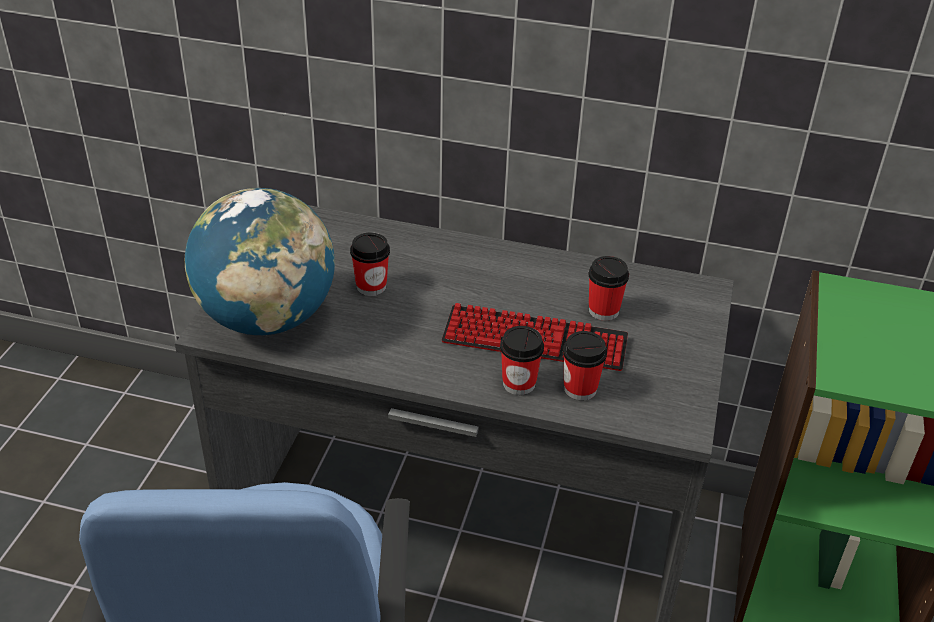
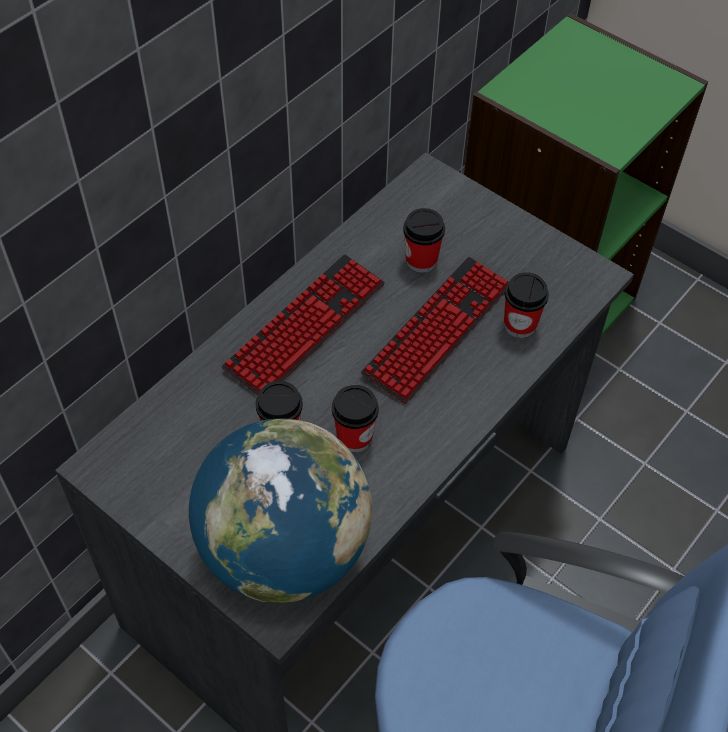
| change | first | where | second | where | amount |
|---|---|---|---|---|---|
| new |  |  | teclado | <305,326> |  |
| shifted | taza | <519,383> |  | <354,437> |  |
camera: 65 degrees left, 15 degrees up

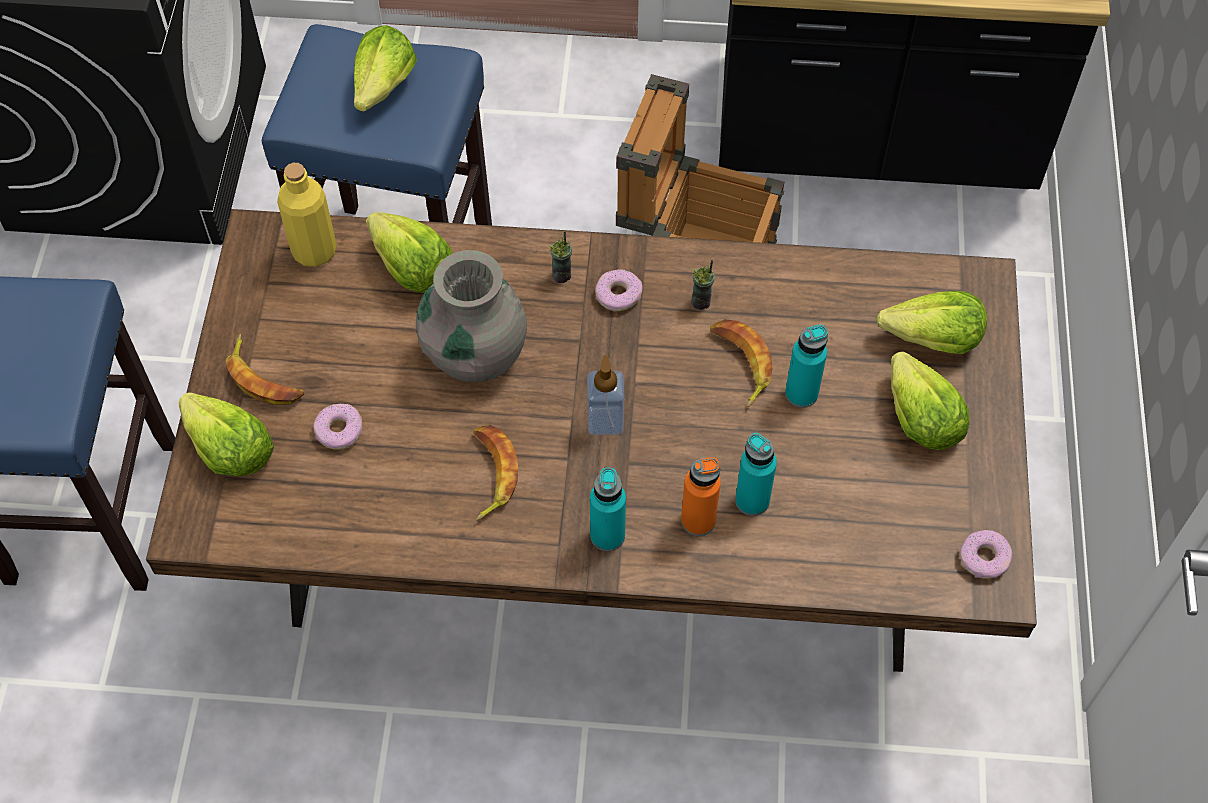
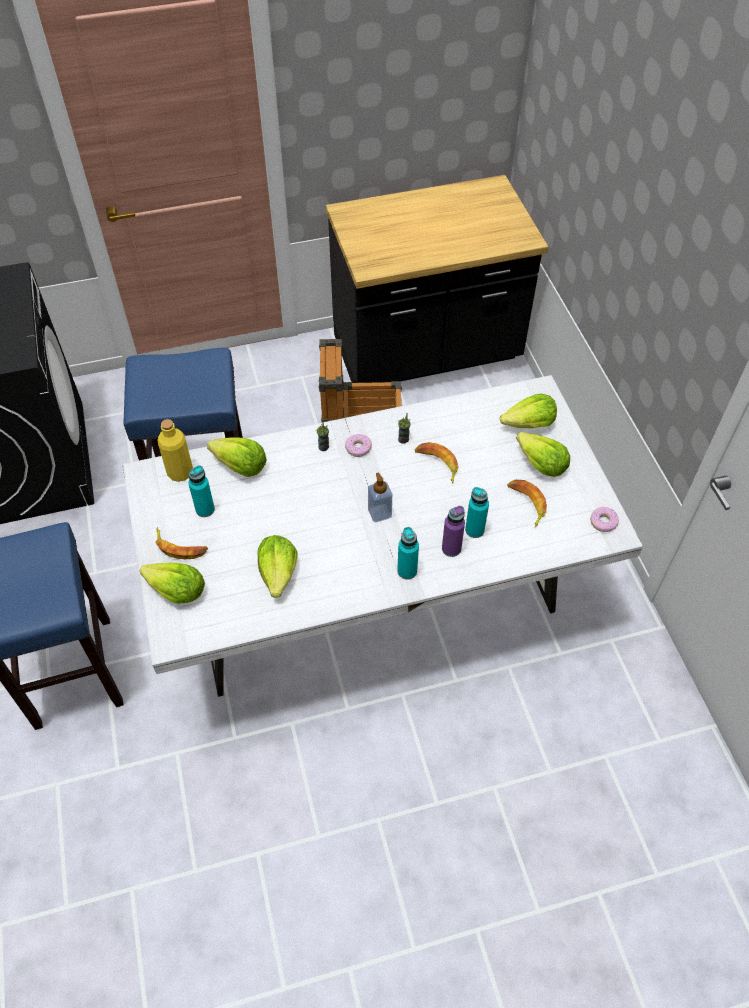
| change | first | where | second | where | amount |
|---|---|---|---|---|---|
| gone | rosquilla | <339,431> |  |  |  |
| gone | florero (gris) | <476,353> |  |  |  |
| shifted | lechuga | <384,86> |  | <278,573> |  |
| shifted | plátano | <490,474> |  | <526,504> |  |
| shifted | botella (turquesa) | <801,393> |  | <205,509> |  |
| repainted | mesa de comedor (marrón) | <601,551> | mesa de comedor (blanco) | <373,601> |  |
| repainted | botella (naranja) | <698,521> | botella (morado) | <451,548> |  |
camera: 20 degrees left, 5 degrees down

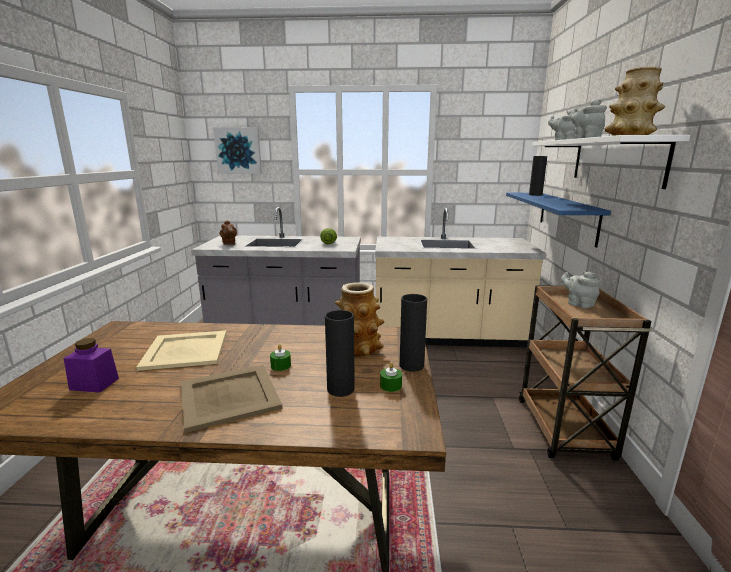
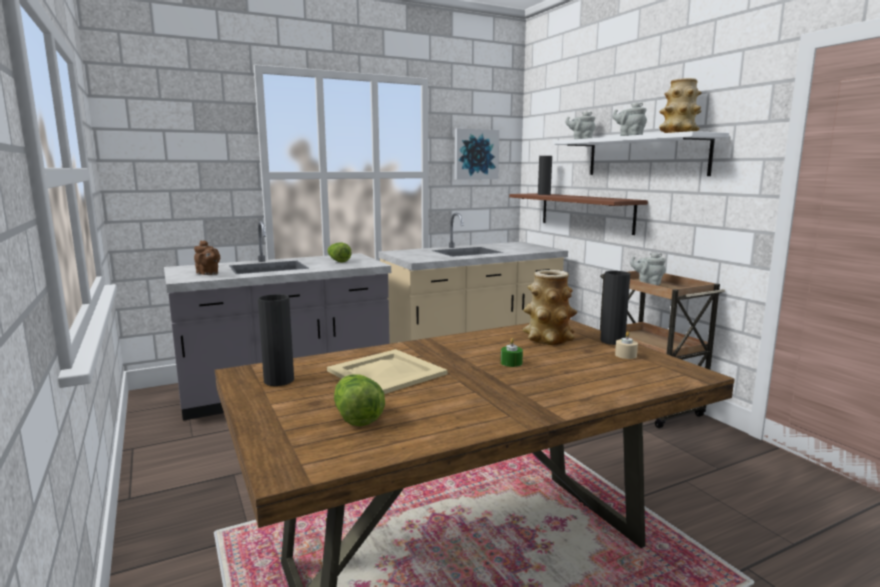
| change | first | where | second | where | amount |
|---|---|---|---|---|---|
| gone | bandeja (beis) | <230,396> |  |  |  |
| shifted | cuadro | <238,150> |  | <475,154> |  |
| shifted | florero (negro) | <340,389> |  | <279,380> |  |
| swapped | tarro (morado) | <94,384> | lechuga | <356,416> |  |
| repainted | vela (verde) | <390,386> | vela (beis) | <625,355> |  |
| repainted | estante (azul) | <567,216> | estante (marrón) | <585,212> |  |
camera: 30 degrees left, 5 degrees down

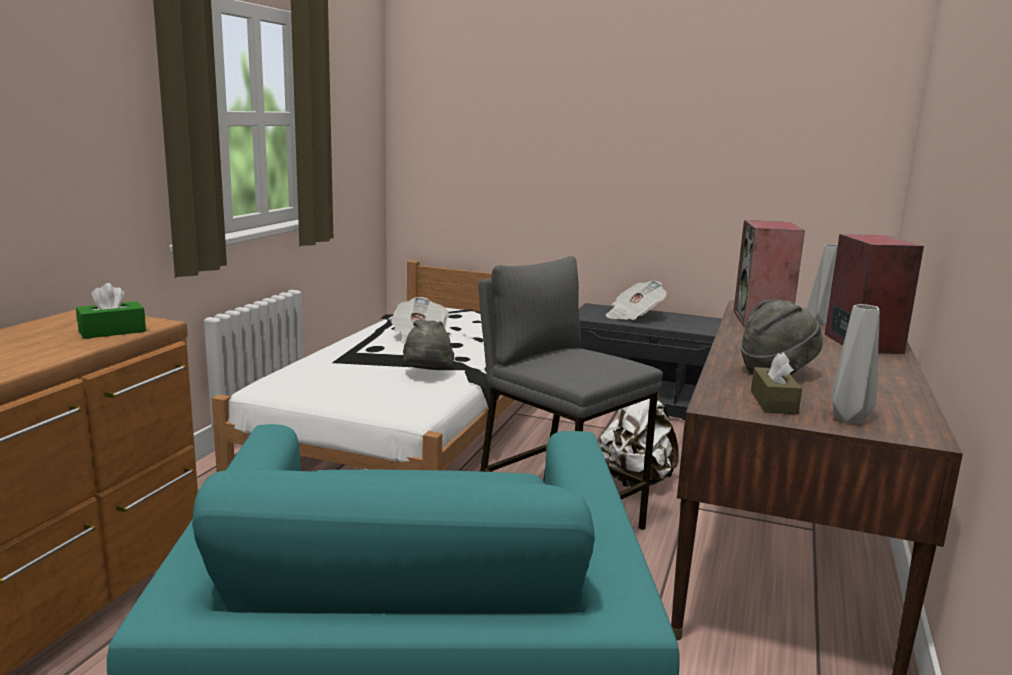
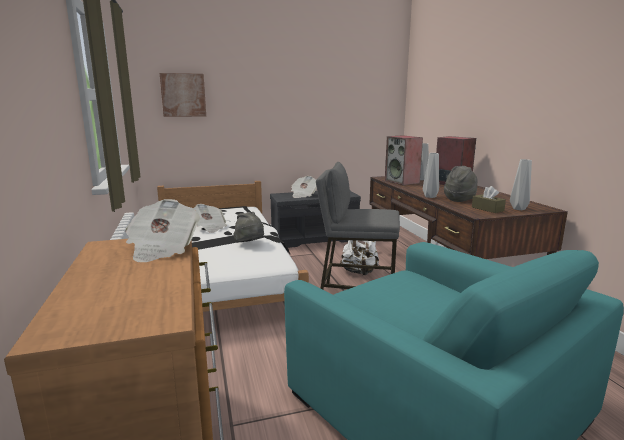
| change | first | where | second | where | amount |
|---|---|---|---|---|---|
| new |  |  | cuadro | <183,95> |  |
| new |  |  | florero (gris) | <431,197> |  |
| swapped | caja de pañuelos (verde) | <112,331> | periódico | <162,249> |  |
camera: 35 degrees left, 0 degrees up

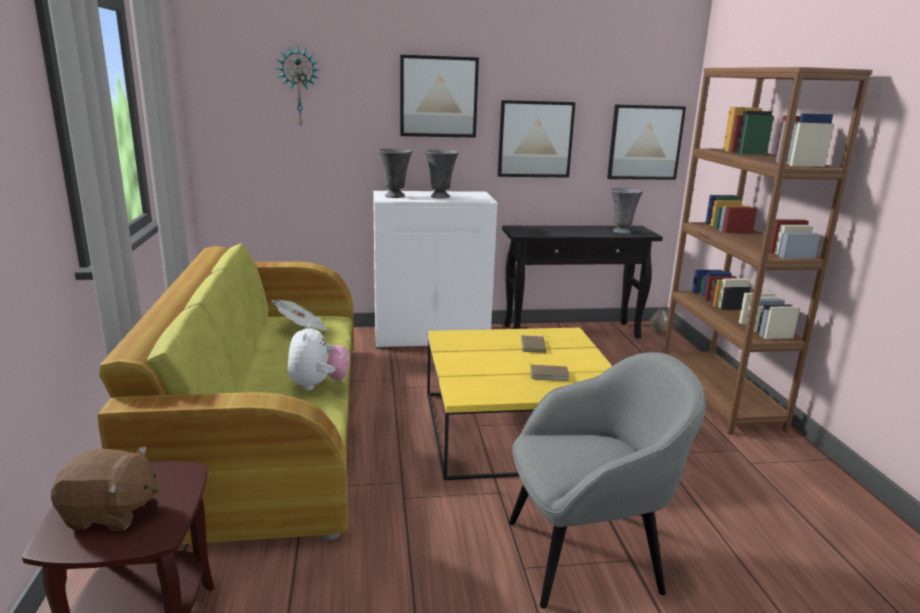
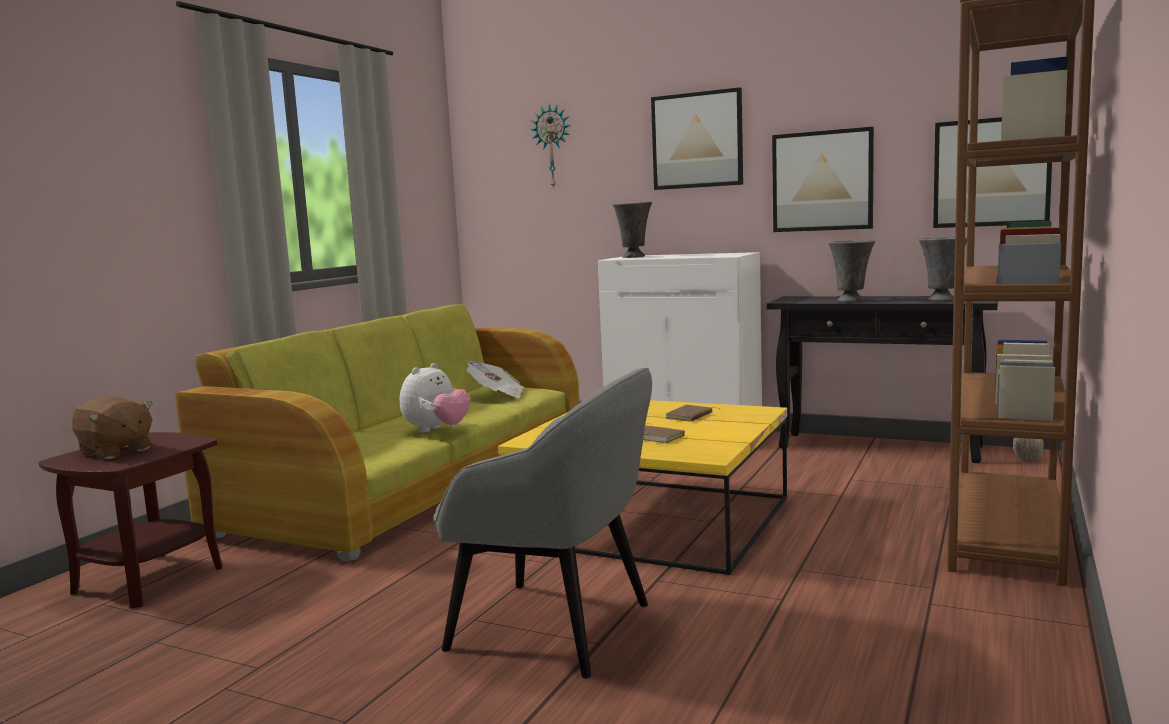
| change | first | where | second | where | amount |
|---|---|---|---|---|---|
| shifted | florero (gris) | <441,197> |  | <851,301> |  |
camera: 35 degrees right, 10 degrees down

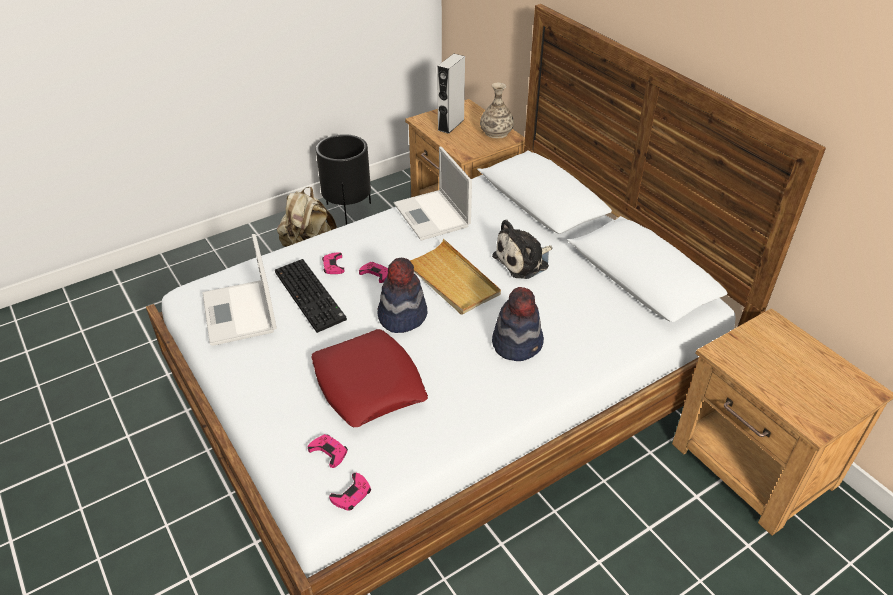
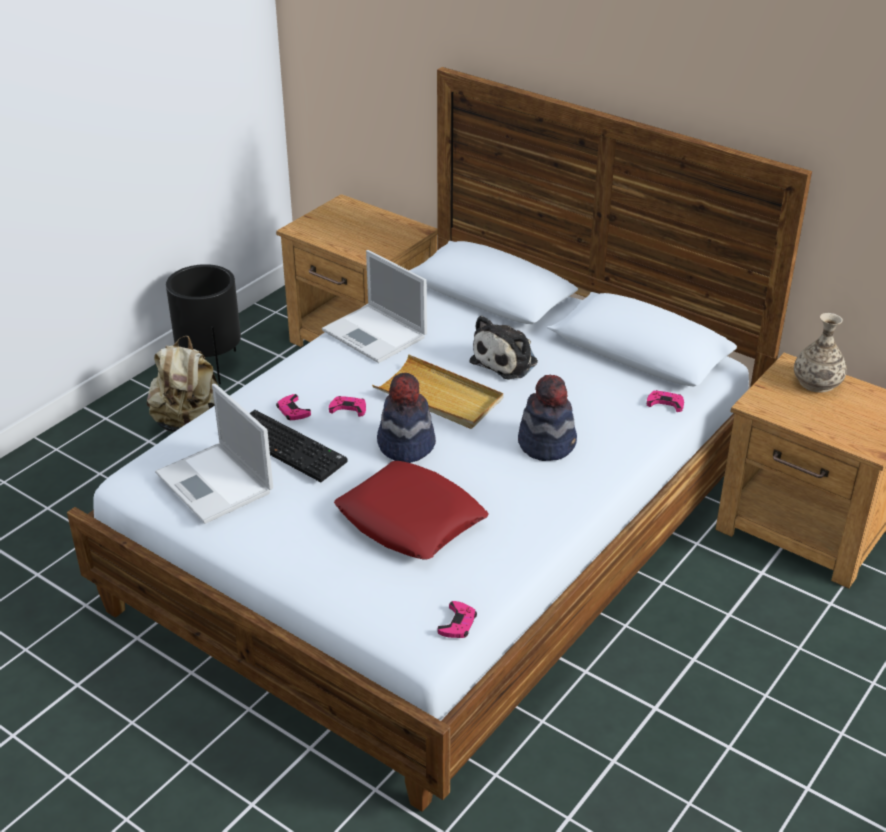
| change | first | where | second | where | amount |
|---|---|---|---|---|---|
| gone | altavoz (gris) | <451,124> |  |  |  |
| shifted | mando de consola (rosa) | <329,452> |  | <665,403> |  |
| shifted | florero | <496,133> |  | <817,383> |  |
camera: 20 degrees left, 5 degrees down

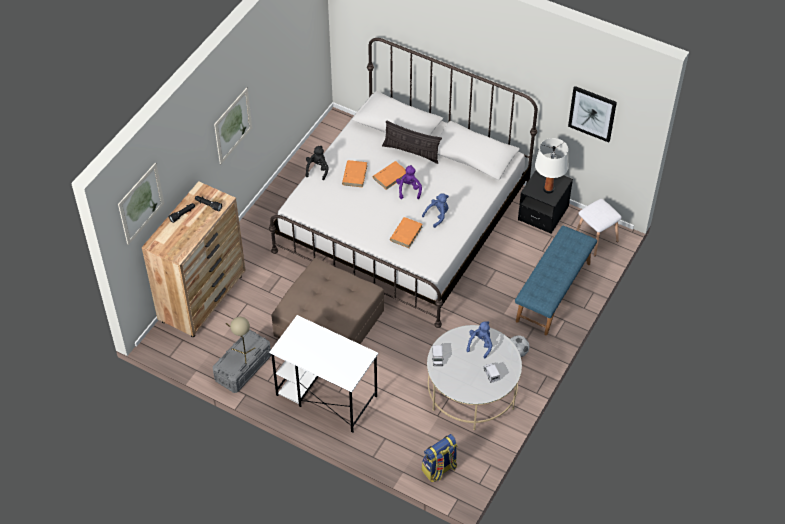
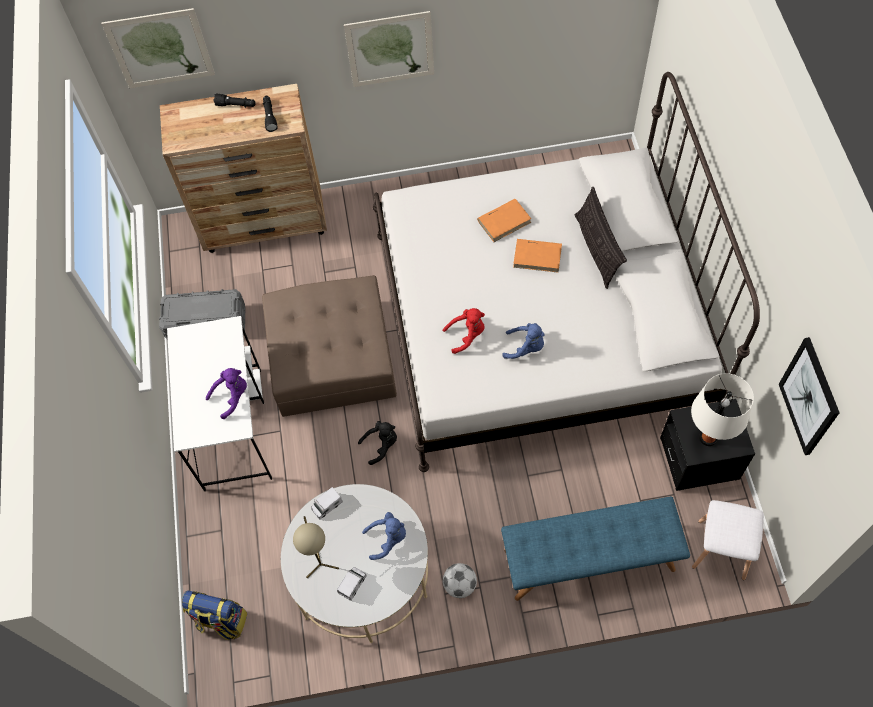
| change | first | where | second | where | amount |
|---|---|---|---|---|---|
| shifted | lámpara de mesa (beis) | <243,353> |  | <319,561> |  |
| shifted | peluche (negro) | <317,169> |  | <381,445> |  |
| shifted | peluche (morado) | <409,189> |  | <232,396> |  |
| swapped | libro (naranja) | <406,233> | peluche (rojo) | <467,335> |  |
camera: 55 degrees right, 10 degrees up

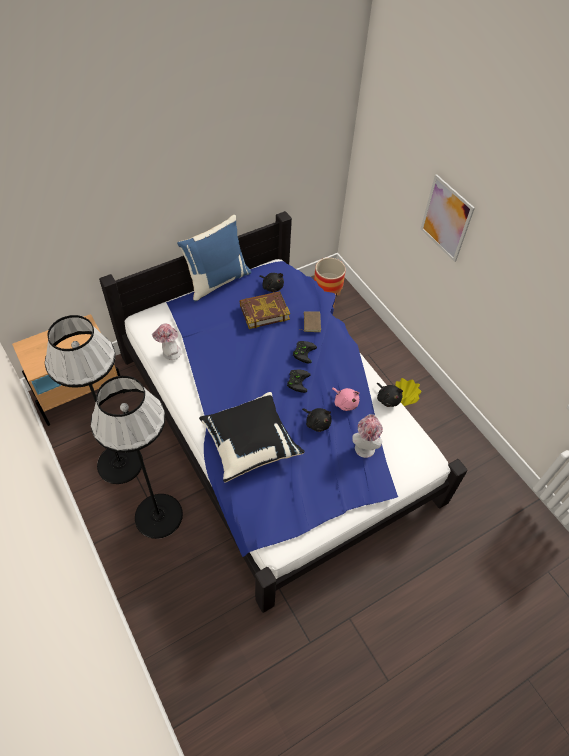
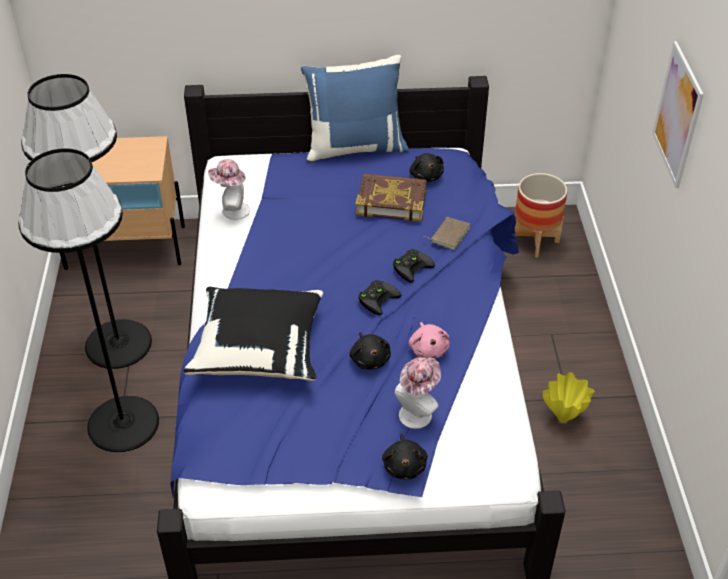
| change | first | where | second | where | amount |
|---|---|---|---|---|---|
| shifted | peluche (negro) | <388,399> |  | <404,465> |  |
camera: 30 degrees right, 10 degrees down

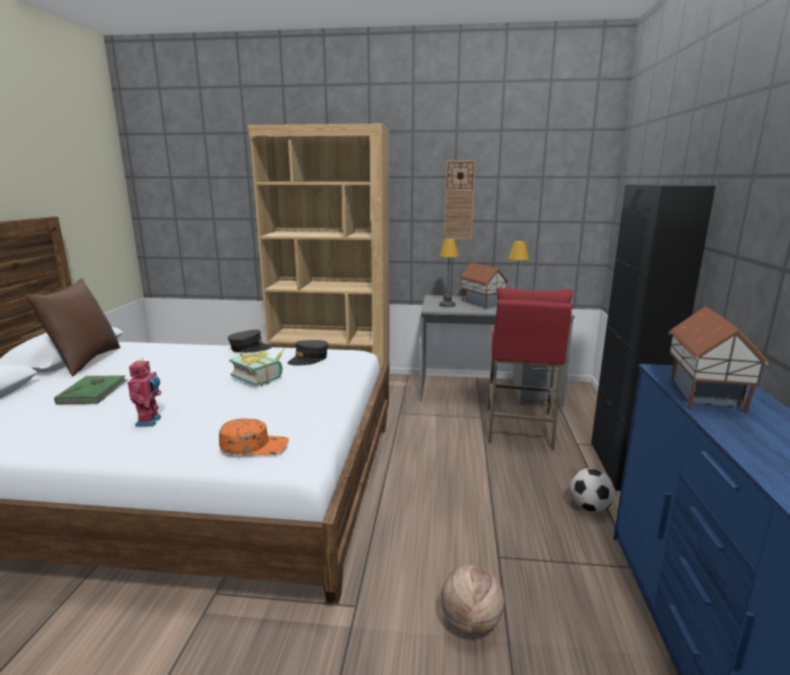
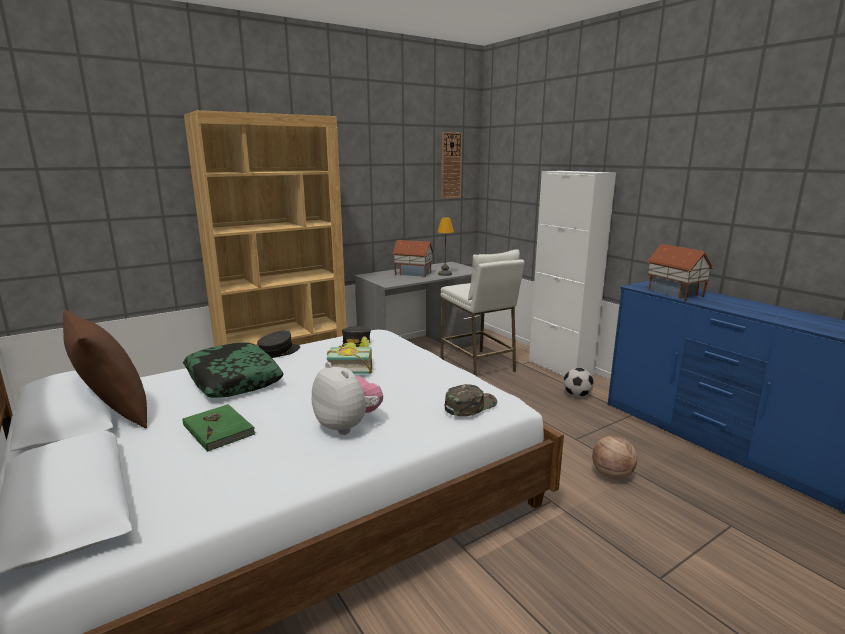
| change | first | where | second | where | amount |
|---|---|---|---|---|---|
| gone | lámpara de mesa | <447,305> |  |  |  |
| new |  |  | cojín | <233,379> |  |
| shifted | reloj de pared | <459,200> |  | <451,165> |  |
| swapped | robot de juguete | <150,421> | peluche | <348,425> |  |
| repainted | gorra (naranja) | <254,444> | gorra (verde) | <470,405> |  |
| repainted | taburete (rojo) | <519,427> | taburete (blanco) | <478,365> |  |
| repainted | armario (negro) | <622,466> | armario (blanco) | <560,368> |  |
camera: 40 degrees left, 0 degrees up

